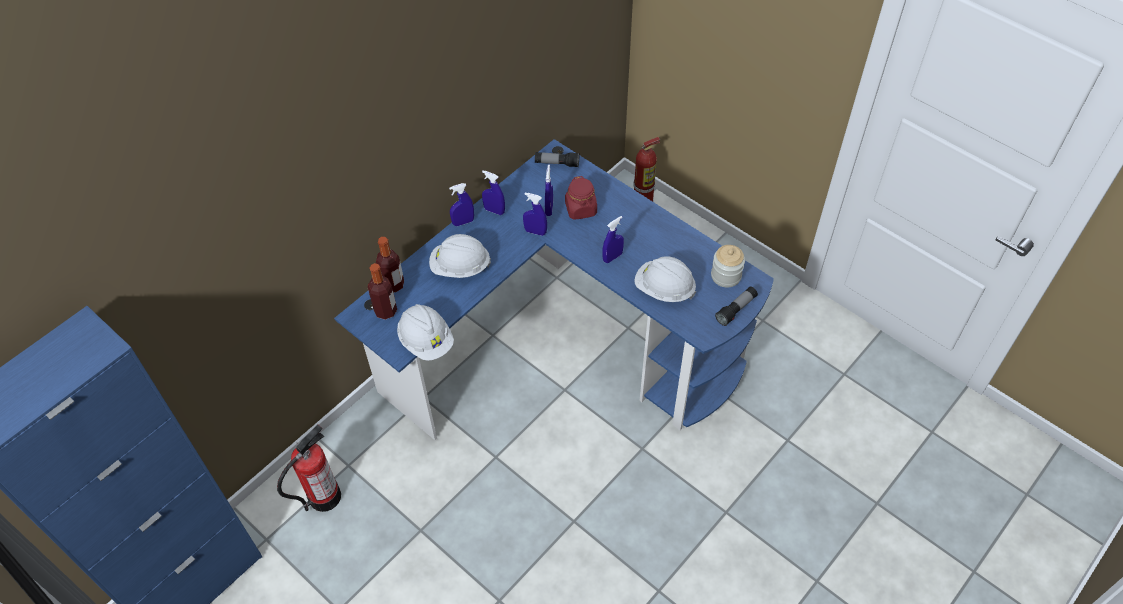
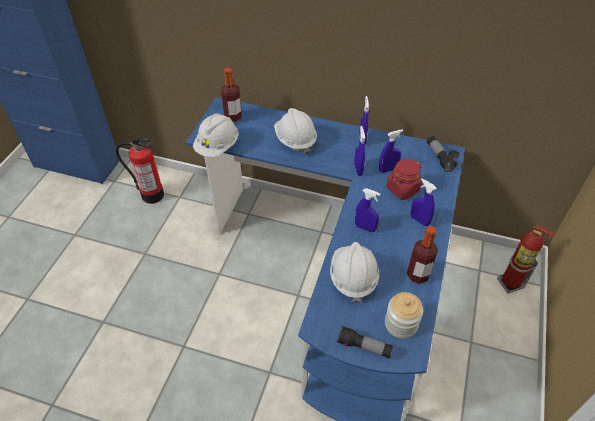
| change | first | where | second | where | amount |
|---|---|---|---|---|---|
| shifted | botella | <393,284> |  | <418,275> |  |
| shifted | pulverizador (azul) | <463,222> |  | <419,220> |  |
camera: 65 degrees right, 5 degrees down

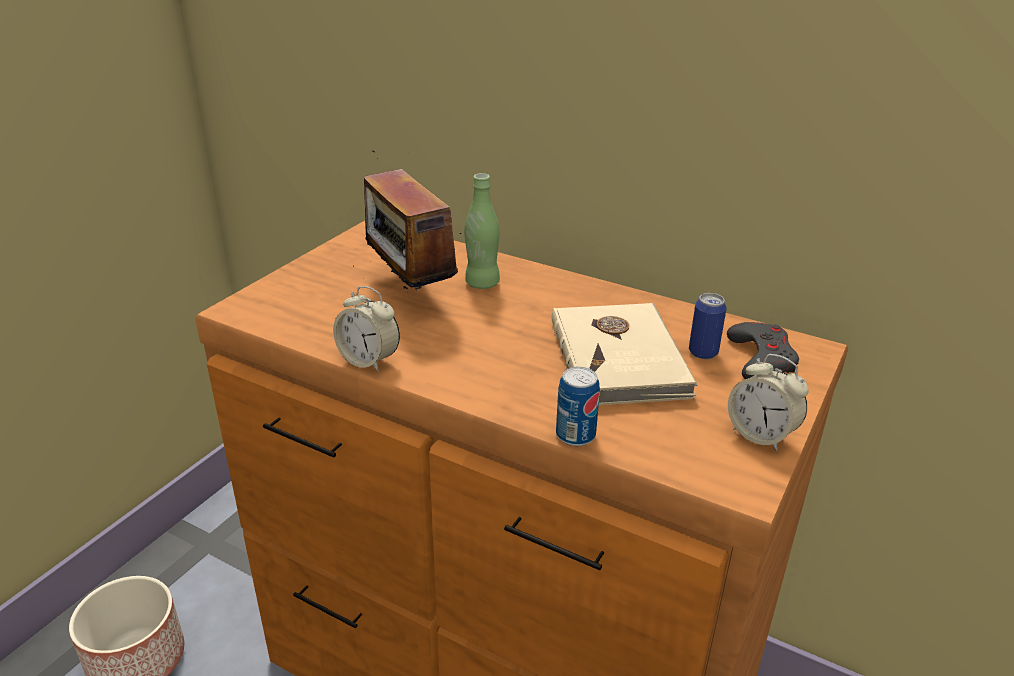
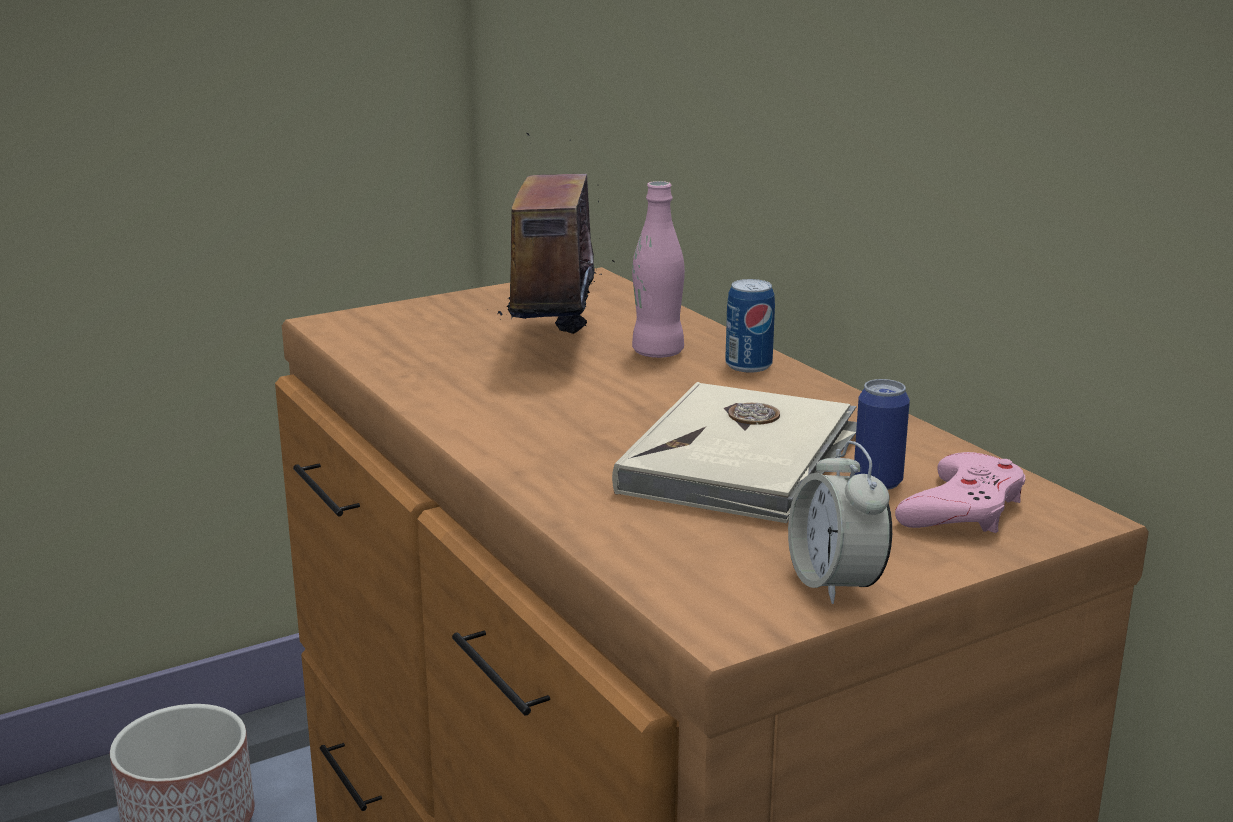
| change | first | where | second | where | amount |
|---|---|---|---|---|---|
| gone | despertador | <369,360> |  |  |  |
| shifted | lata | <575,435> |  | <748,365> |  |
| repainted | botella (verde) | <482,283> | botella (rosa) | <657,352> |  |
| repainted | mando de consola (gris) | <761,359> | mando de consola (rosa) | <963,508> |  |
camera: 30 degrees right, 10 degrees down

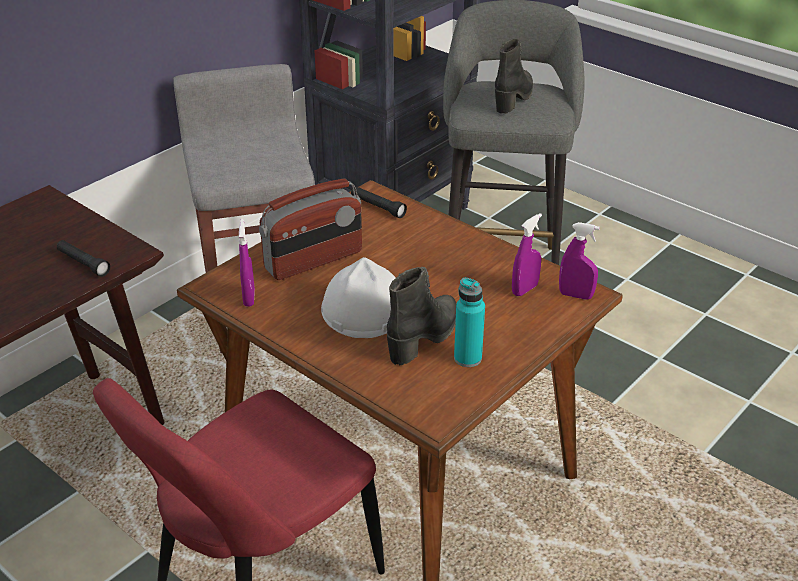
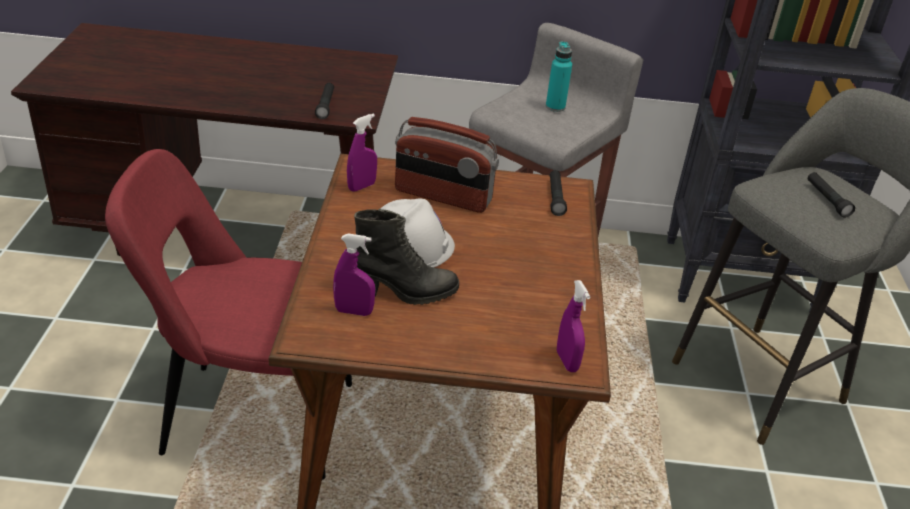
| change | first | where | second | where | amount |
|---|---|---|---|---|---|
| shifted | botella (turquesa) | <467,358> |  | <555,107> |  |
| shifted | pulverizador (morado) | <524,289> |  | <354,311> |  |
| swapped | bota (negro) | <514,98> | linterna (negro) | <827,200> |  |
camera: 50 degrees right, 0 degrees up

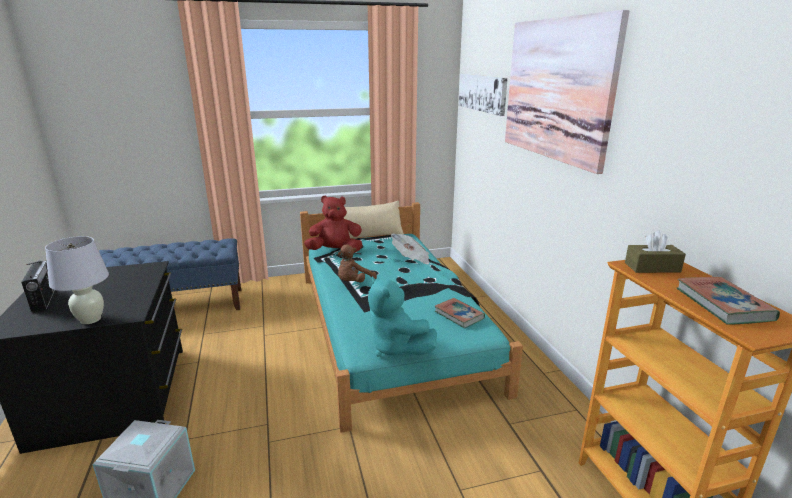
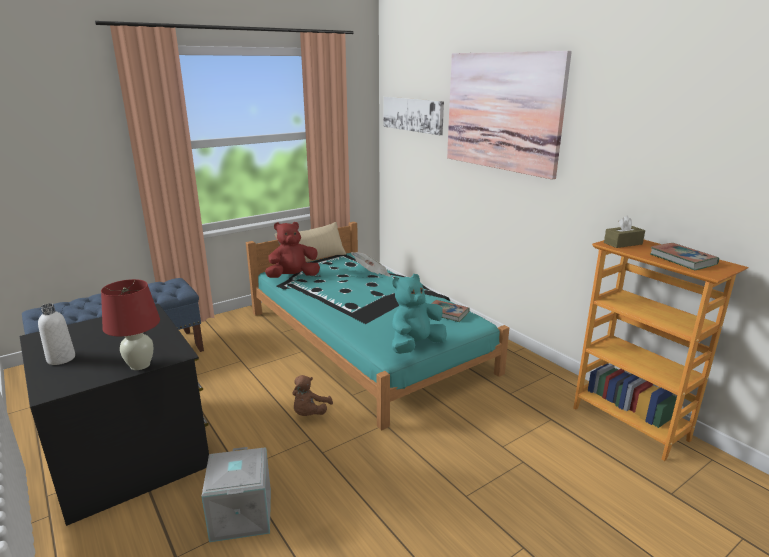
| change | first | where | second | where | amount |
|---|---|---|---|---|---|
| shifted | peluche (marrón) | <354,283> |  | <310,413> |  |
| swapped | radio | <44,300> | botella (blanco) | <61,359> |  |
| repainted | lámpara de mesa (blanco) | <91,319> | lámpara de mesa (rojo) | <140,365> |  |
| rotated | peluche (turquesa) | <396,347> |  | <415,346> | 105 degrees clockwise |
camera: 20 degrees left, 0 degrees up

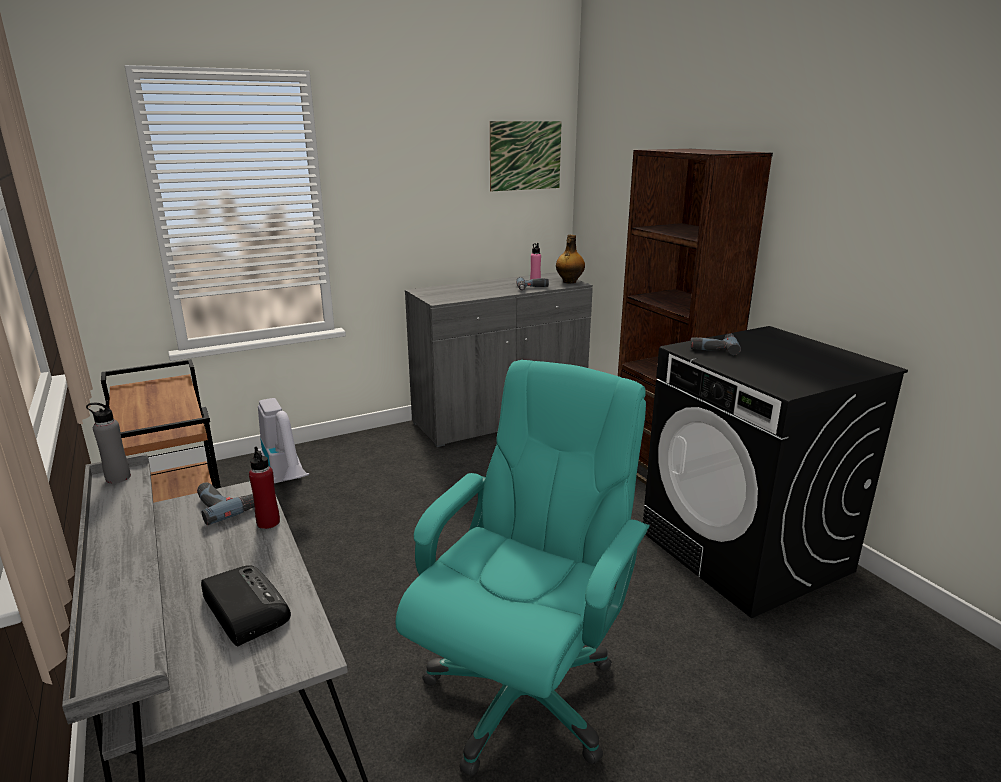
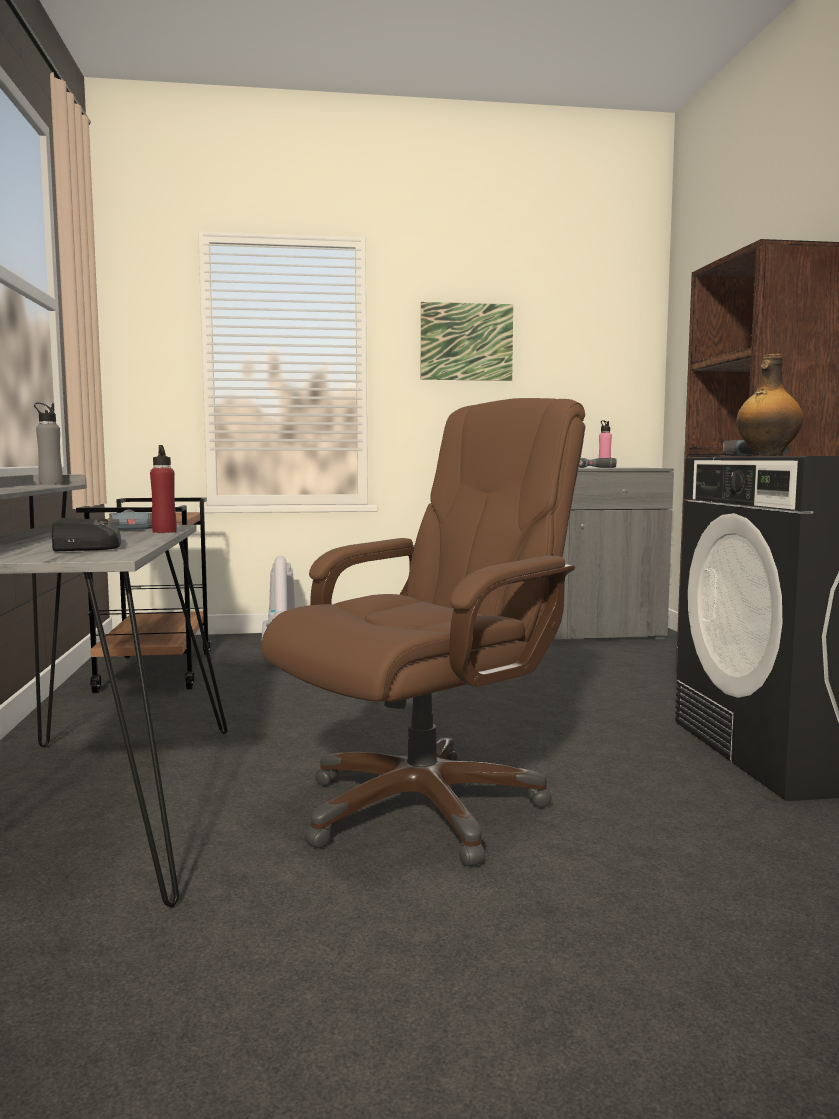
| change | first | where | second | where | amount |
|---|---|---|---|---|---|
| shifted | cuadro | <525,156> |  | <466,342> |  |
| shifted | botella | <569,282> |  | <766,455> |  |
| repainted | silla de oficina (turquesa) | <522,693> | silla de oficina (marrón) | <423,807> |  |
camera: 20 degrees right, 15 degrees down

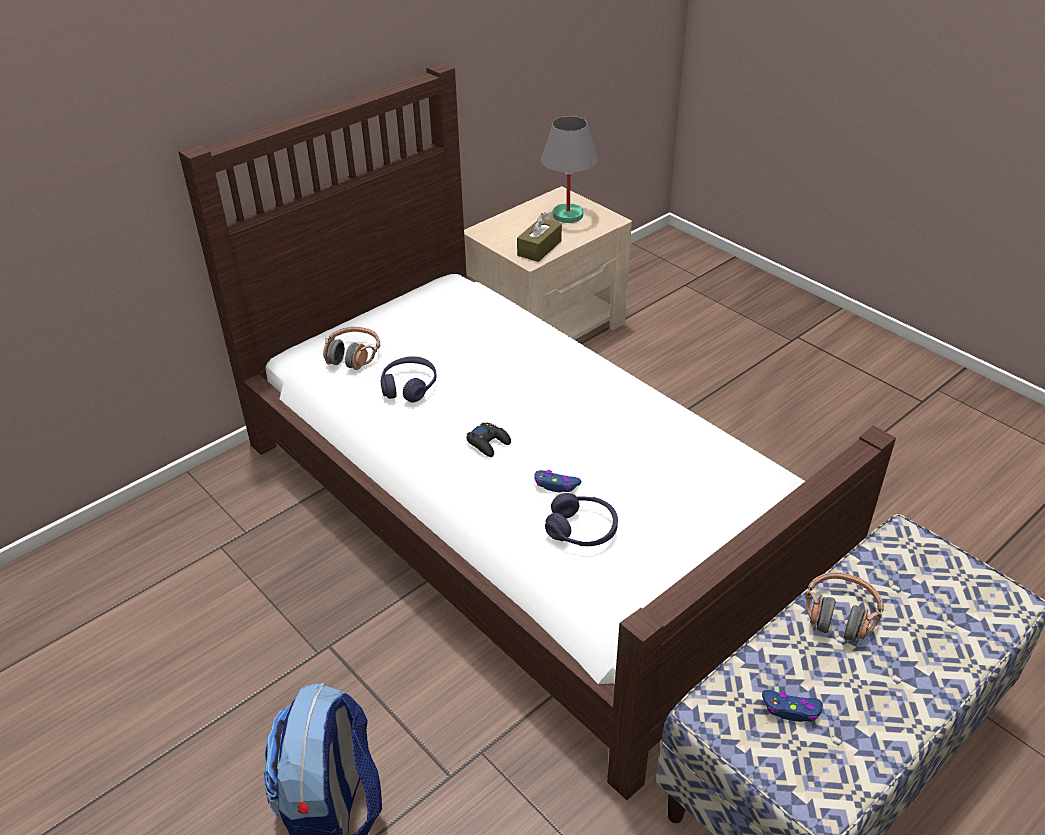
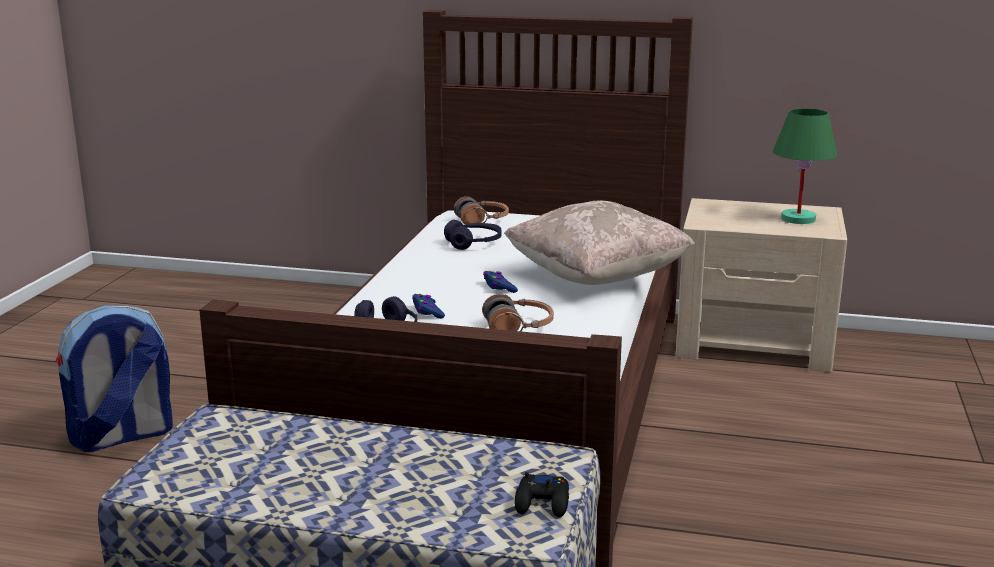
| change | first | where | second | where | amount |
|---|---|---|---|---|---|
| gone | caja de pañuelos (marrón) | <539,248> |  |  |  |
| new |  |  | cojín (beis) | <597,277> |  |
| shifted | mando de consola (negro) | <489,443> |  | <543,502> |  |
| shifted | mando de consola (azul) | <791,710> |  | <499,287> |  |
| shifted | auriculares | <840,615> |  | <518,328> |  |
| repainted | lámpara de mesa (gris) | <567,215> | lámpara de mesa (verde) | <797,219> |  |
camera: 55 degrees right, 20 degrees down

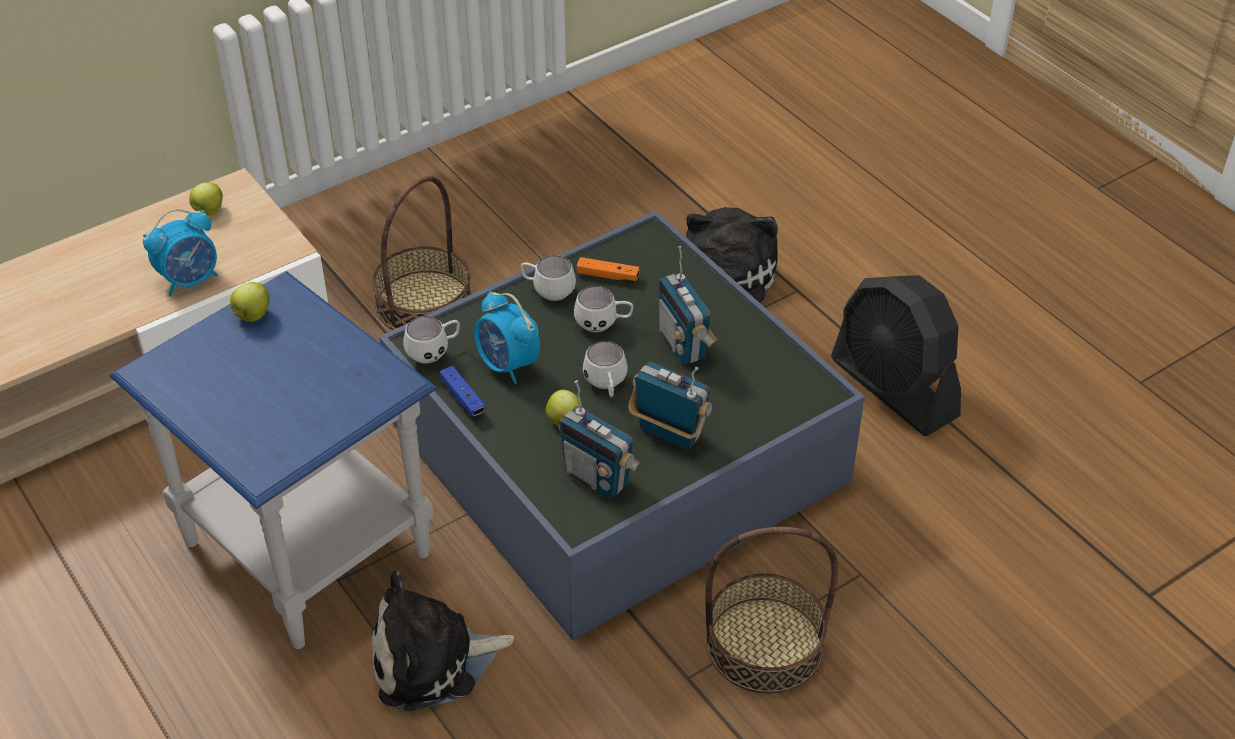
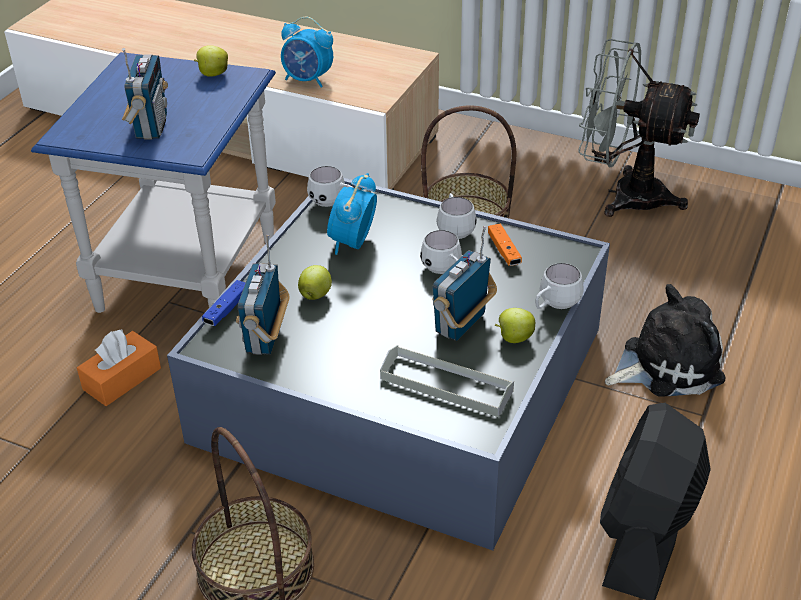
| change | first | where | second | where | amount |
|---|---|---|---|---|---|
| new |  |  | bandeja (gris) | <446,385> |  |
| new |  |  | ventilador (gris) | <624,195> |  |
| shifted | manzana | <208,211> |  | <514,338> |  |
| shifted | mando de consola (azul) | <463,397> |  | <227,309> |  |
| shifted | taza grande (blanco) | <606,386> |  | <554,305> |  |
| shifted | radio | <670,433> |  | <150,127> |  |
| swapped | peluche | <432,661> | caja de pañuelos (naranja) | <122,379> |  |
camera: 60 degrees right, 5 degrees down

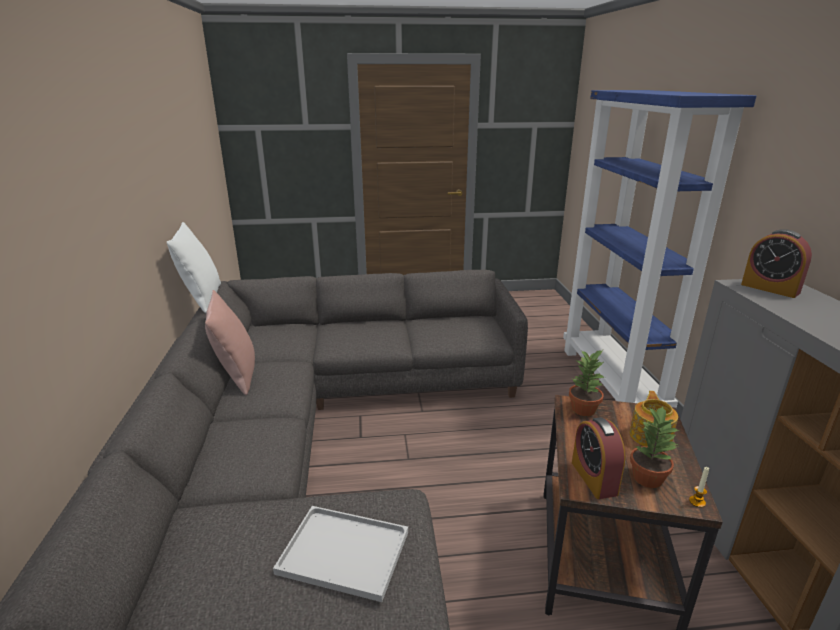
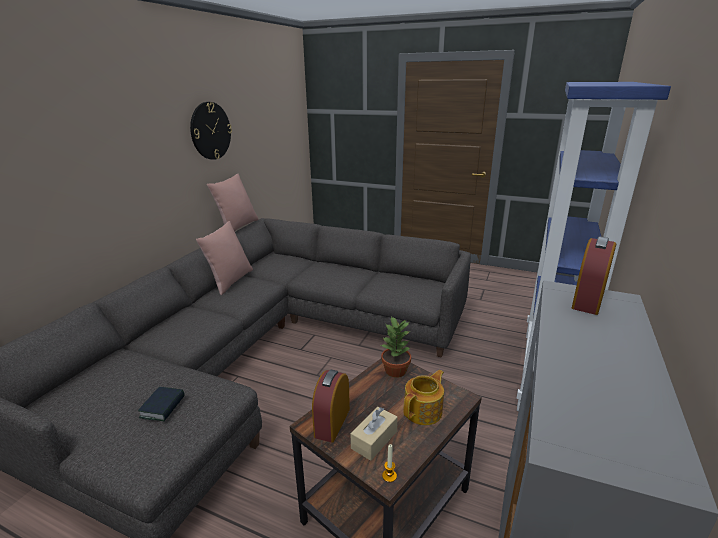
| change | first | where | second | where | amount |
|---|---|---|---|---|---|
| new |  |  | reloj de pared | <210,131> |  |
| swapped | bandeja (blanco) | <346,552> | libro | <163,407> |  |
| swapped | planta en maceta | <647,477> | caja de pañuelos (beis) | <374,440> |  |
| repainted | cojín (blanco) | <202,299> | cojín (rosa) | <237,227> |  |
| rotated | despertador | <770,288> |  | <588,300> | 45 degrees clockwise |
camera: 30 degrees right, 0 degrees up

